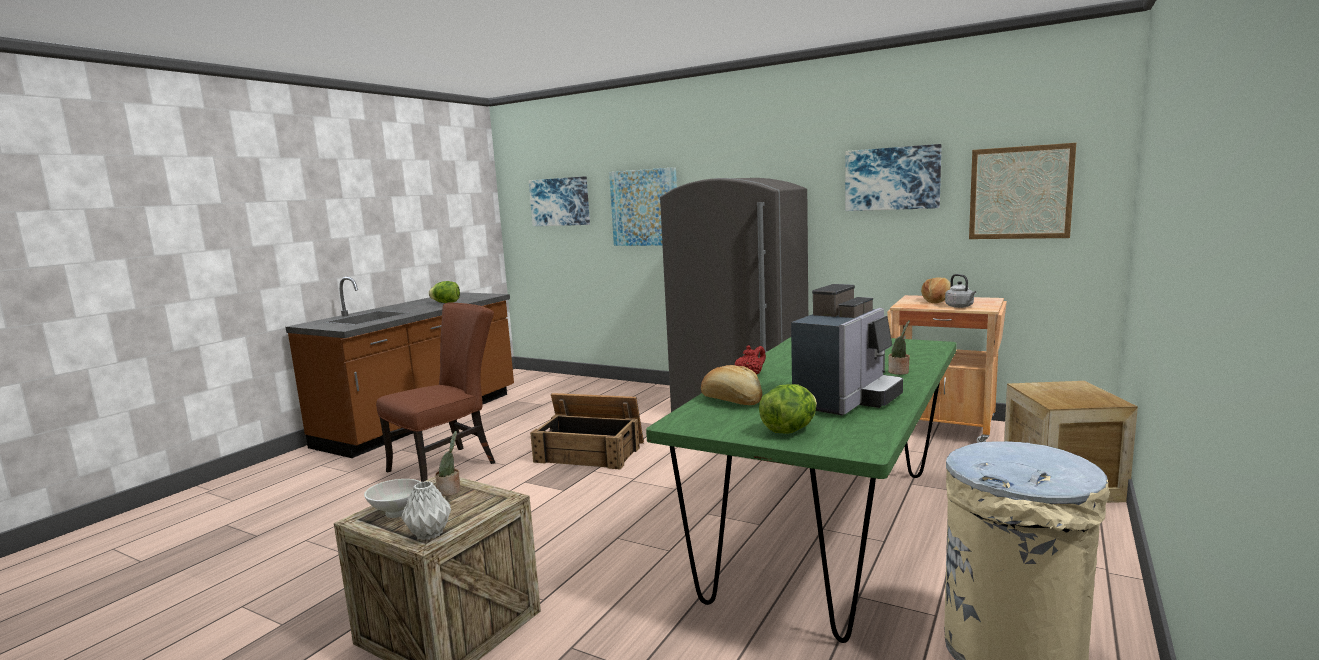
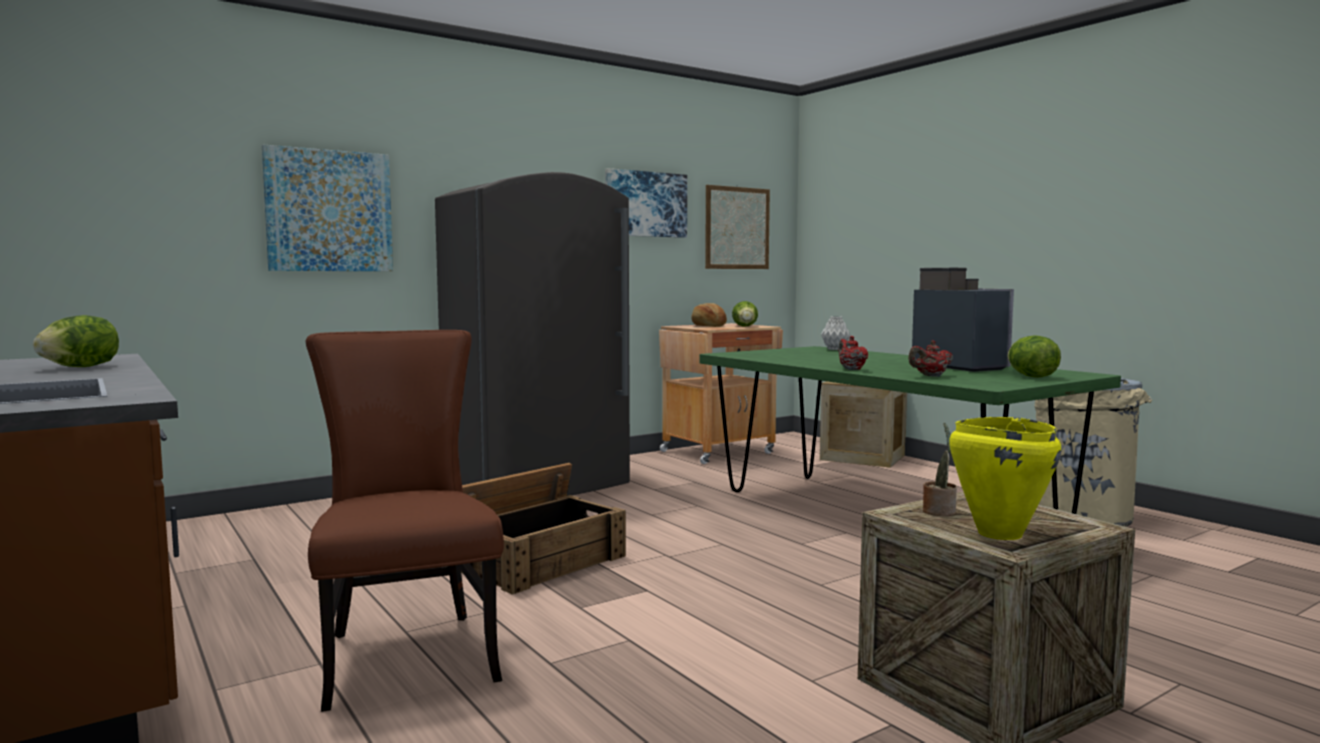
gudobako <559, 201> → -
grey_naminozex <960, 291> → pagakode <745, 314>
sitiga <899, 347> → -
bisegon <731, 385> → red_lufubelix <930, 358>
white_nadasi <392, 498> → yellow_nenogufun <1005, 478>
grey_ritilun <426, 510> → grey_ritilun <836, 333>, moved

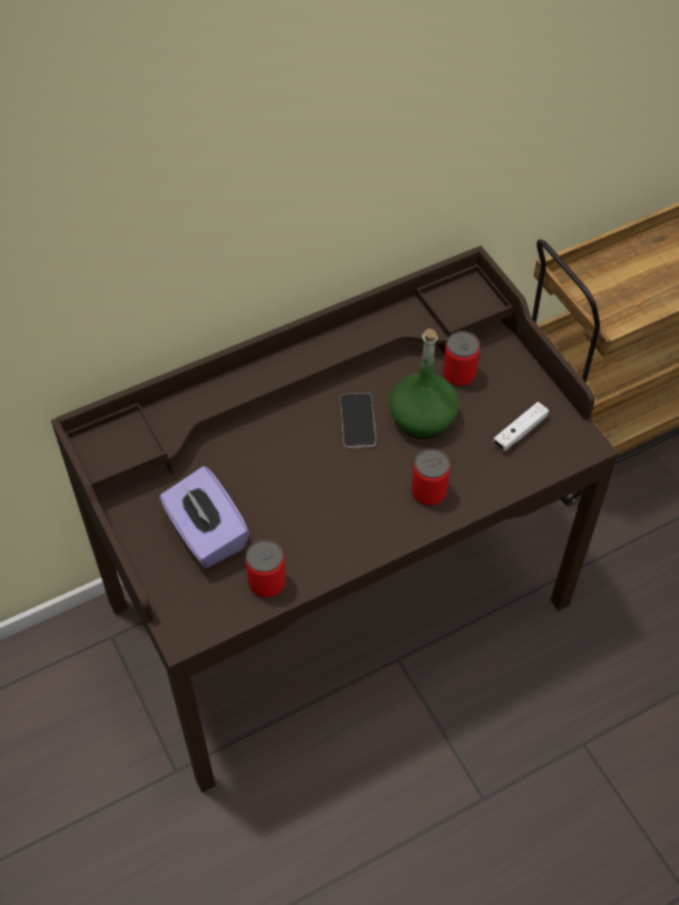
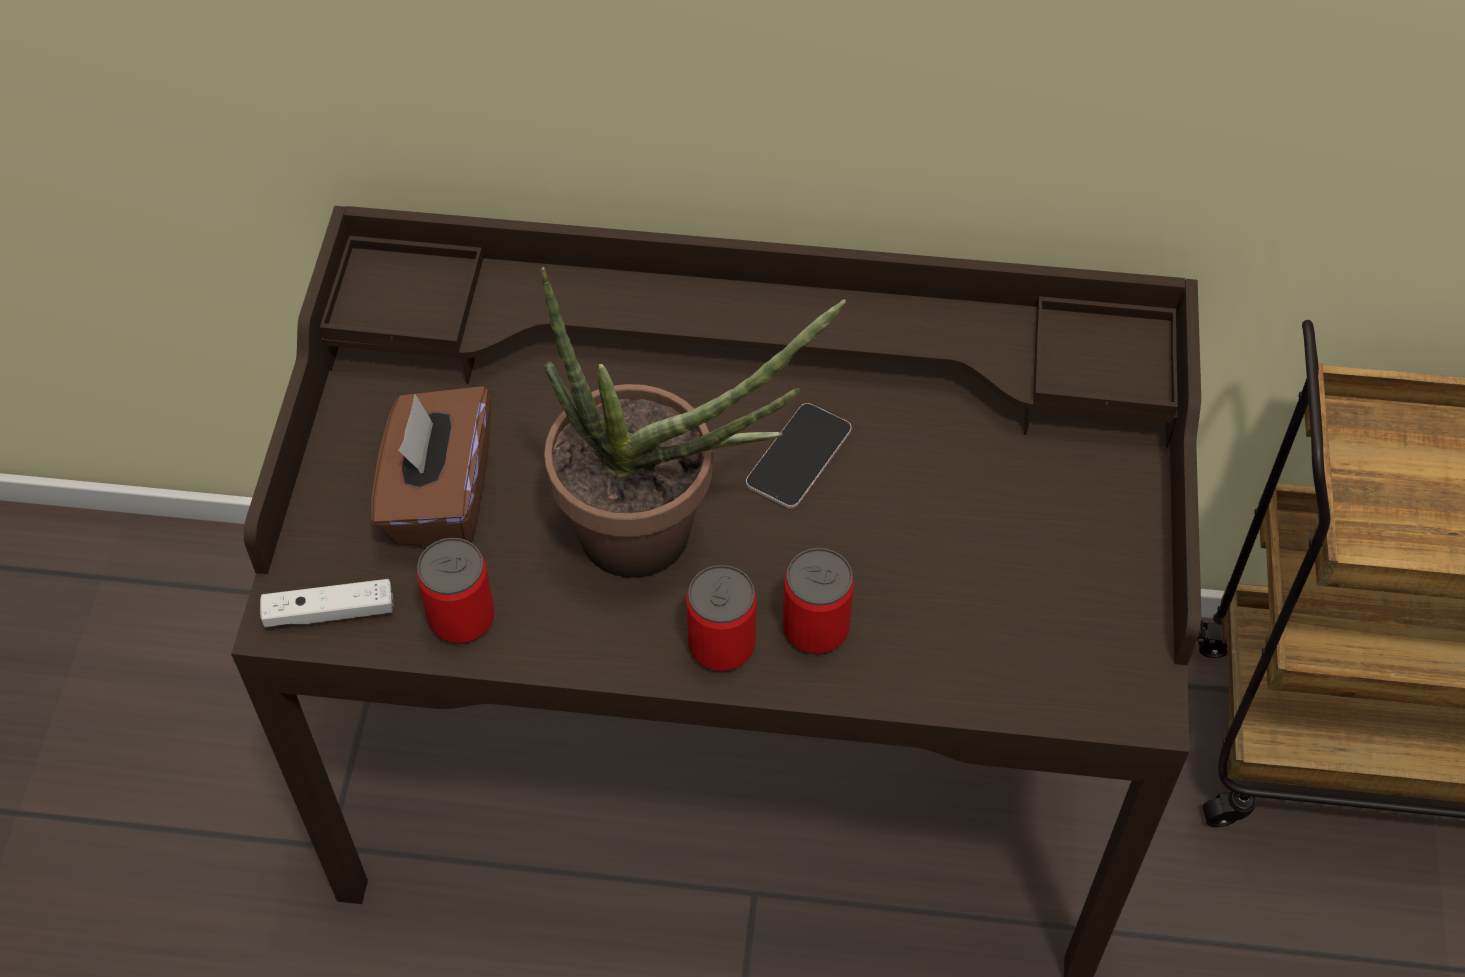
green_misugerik <424, 384> → -
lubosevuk <461, 359> → lubosevuk <721, 618>, moved
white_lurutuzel <521, 426> → white_lurutuzel <327, 603>, moved
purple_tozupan <204, 517> → brown_tozupan <431, 466>
- → sitiga <693, 422>

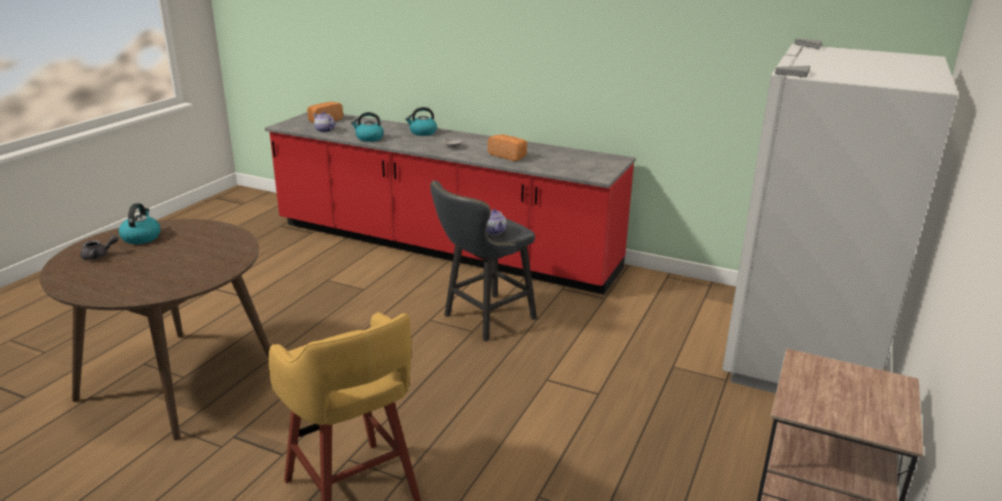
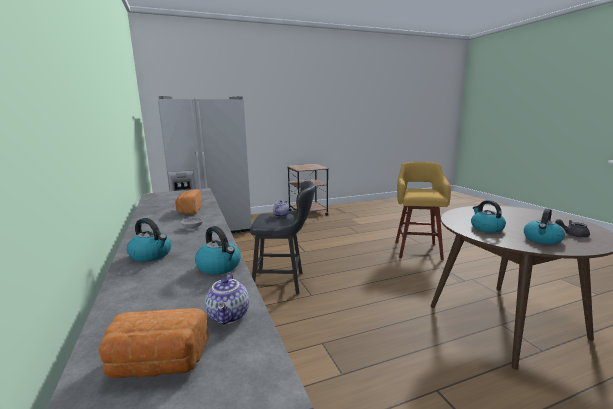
- → naminozex <488, 216>

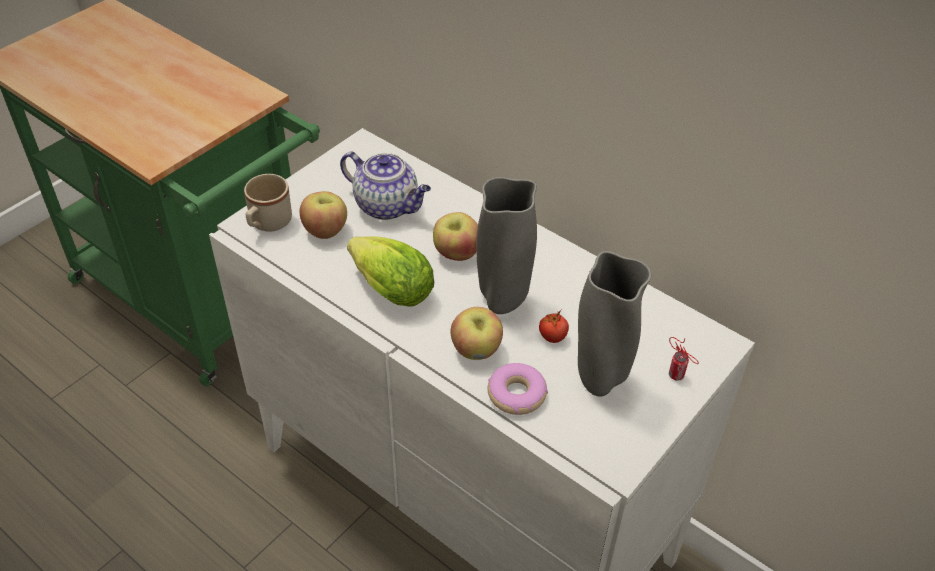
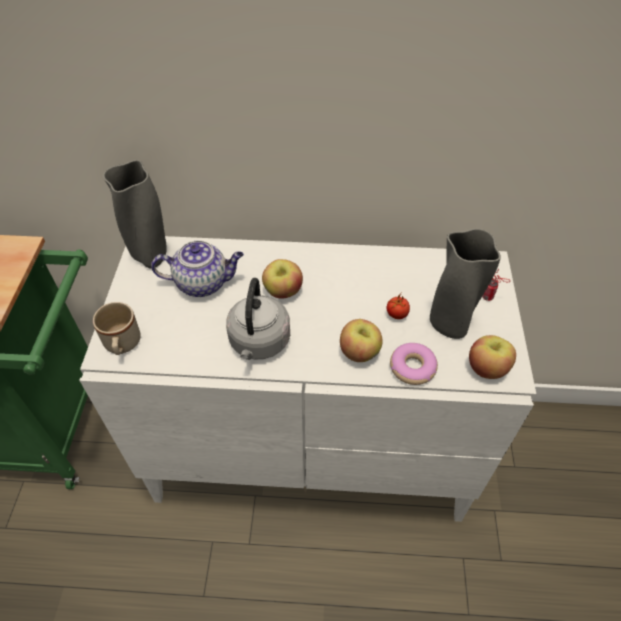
grey_ritilun <506, 245> → grey_ritilun <135, 214>, moved
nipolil <323, 215> → nipolil <492, 357>, moved
pagakode <390, 271> → grey_naminozex <258, 319>

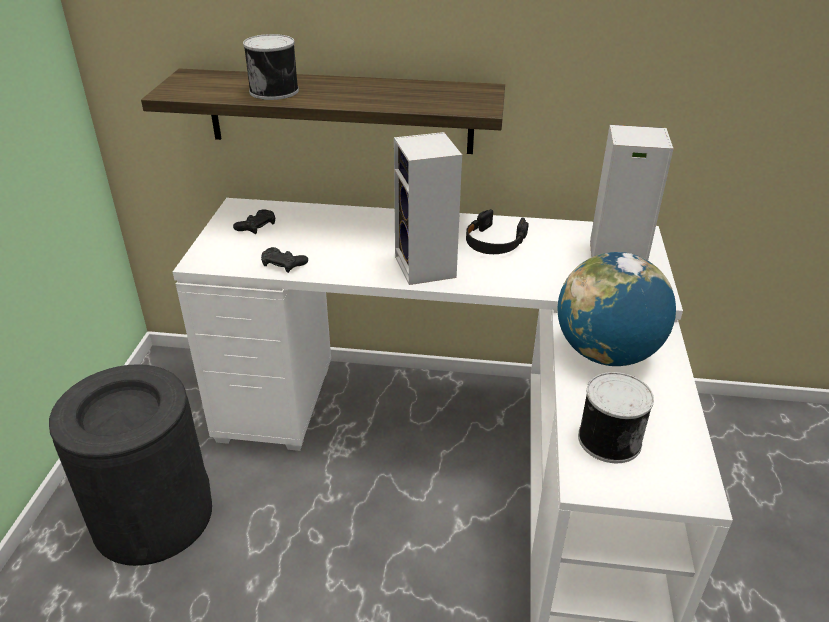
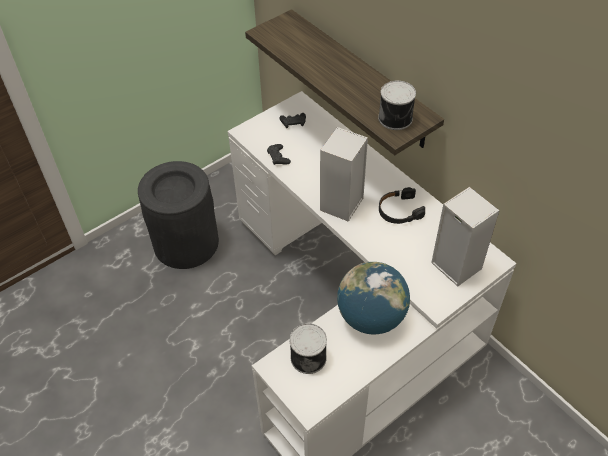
lubosevuk <271, 67> → lubosevuk <397, 105>, moved

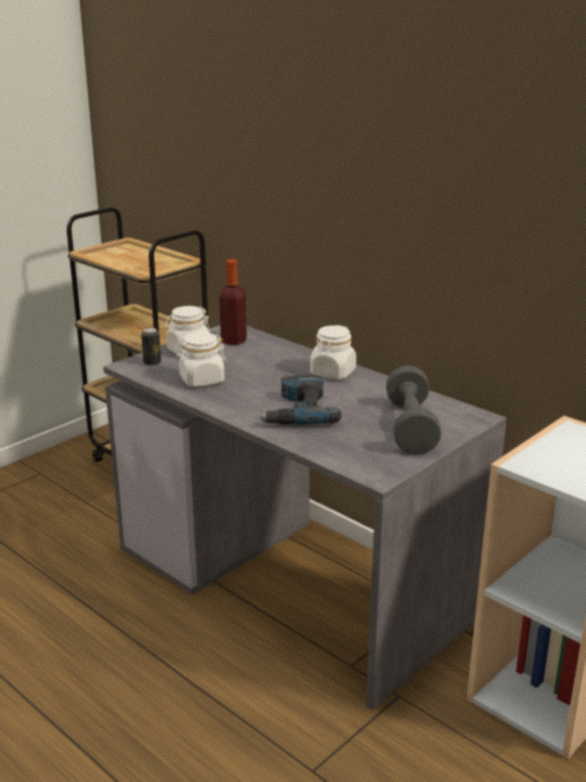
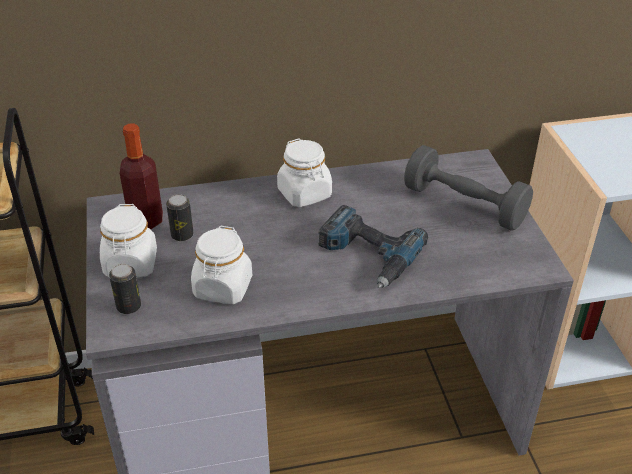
- → lubosevuk <180, 217>

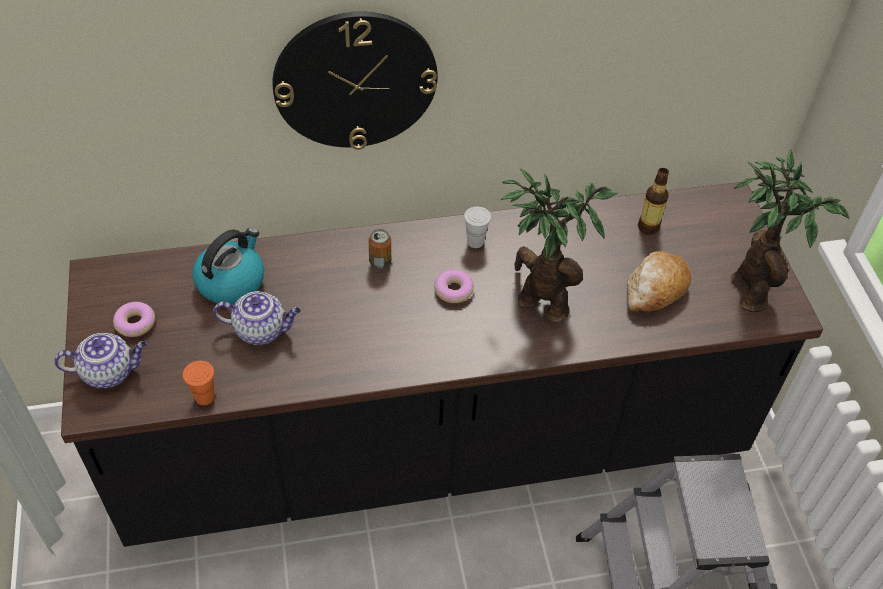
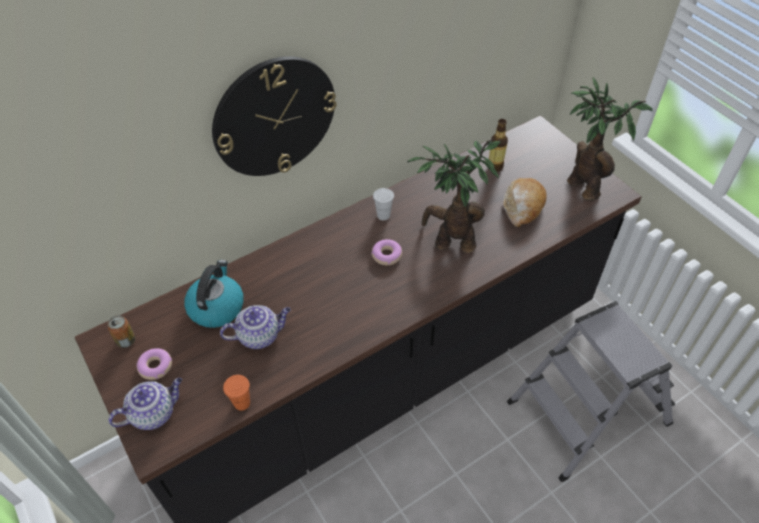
lubosevuk <380, 249> → lubosevuk <121, 331>, moved

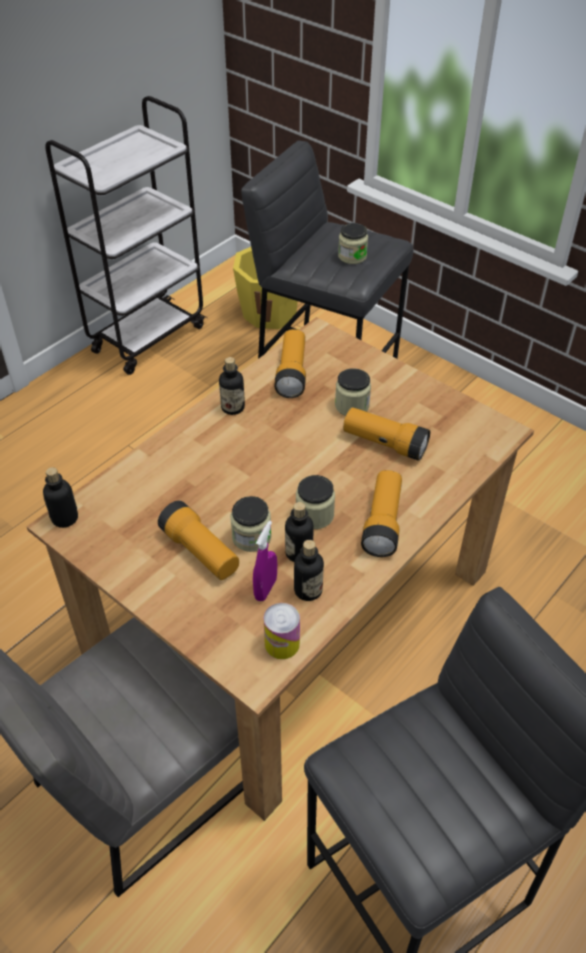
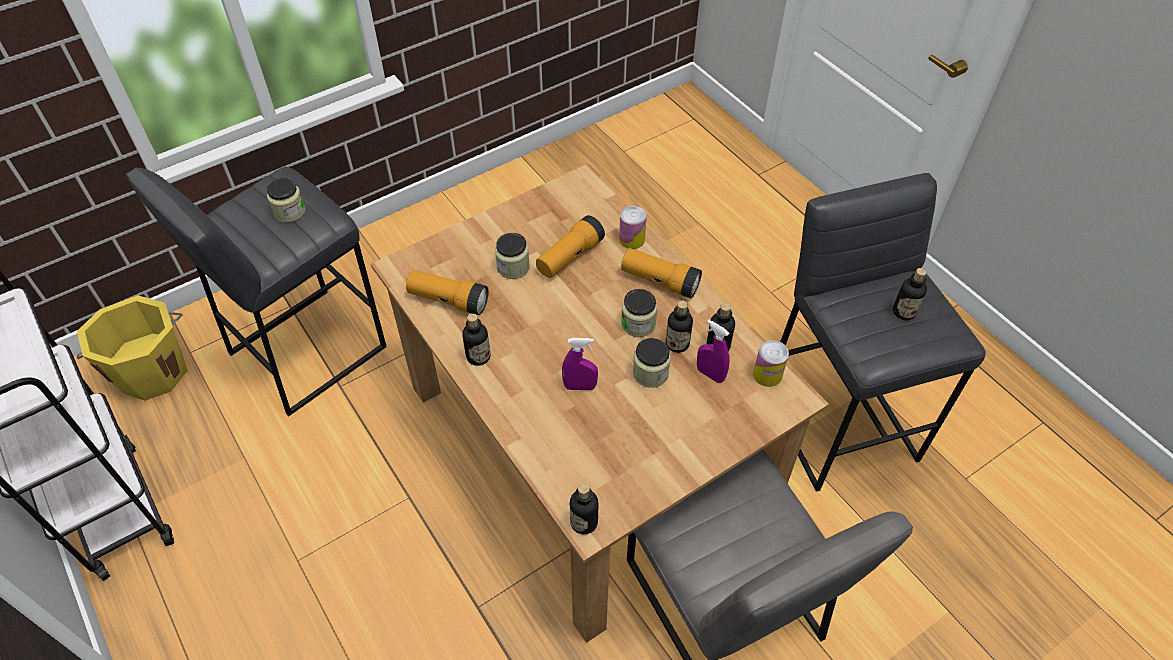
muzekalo <198, 540> → -
- → lubosevuk <633, 227>
- → misugerik <910, 294>
- → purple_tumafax <580, 364>

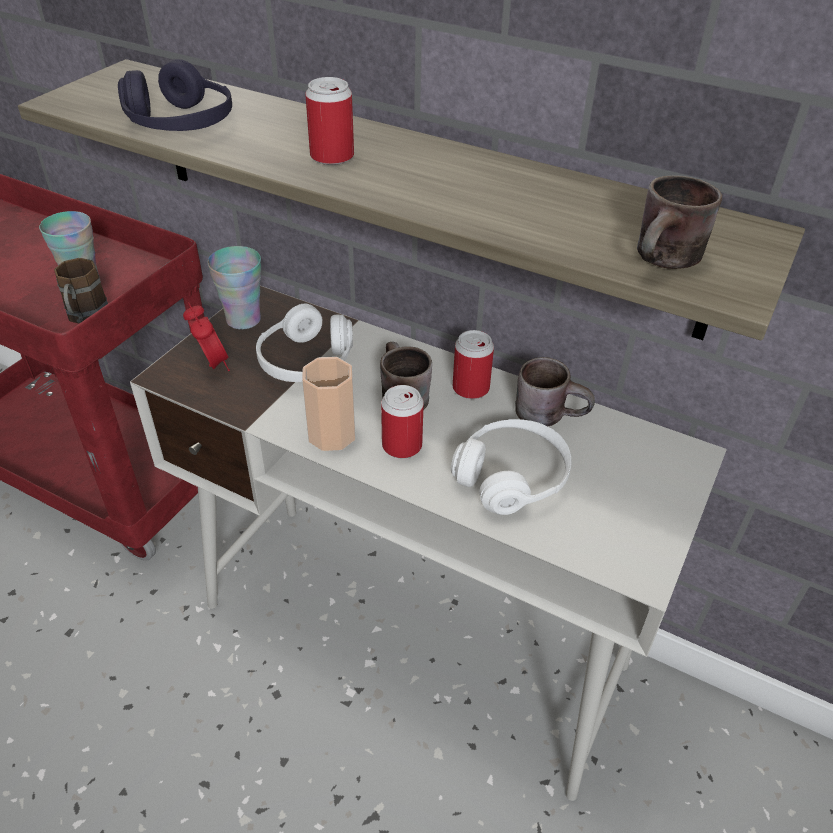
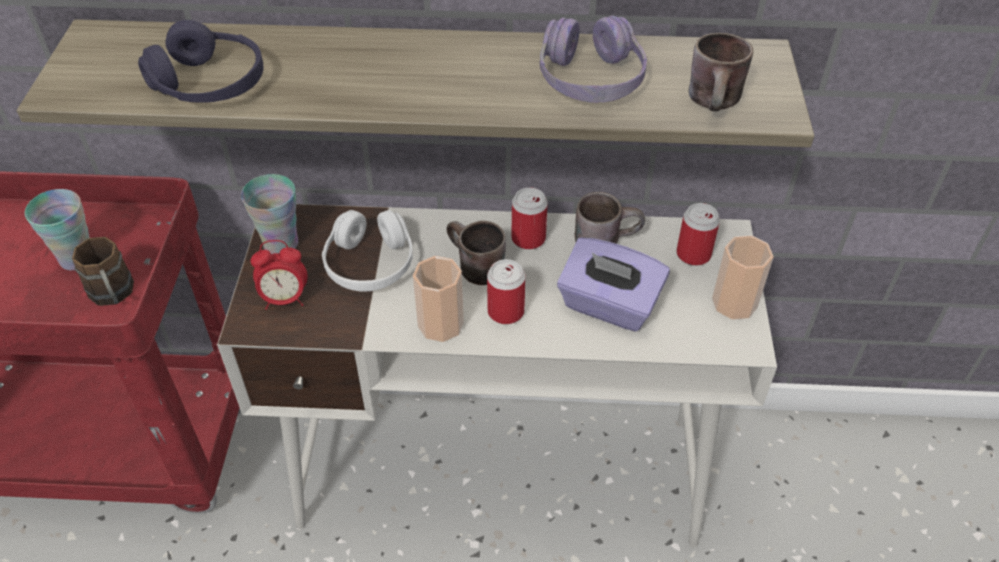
lubosevuk <329, 121> → lubosevuk <698, 234>, moved
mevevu <206, 336> → mevevu <279, 275>, 135 degrees clockwise
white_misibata <511, 467> → purple_tozupan <613, 285>
- → purple_misibata <593, 59>
- → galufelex <743, 277>

